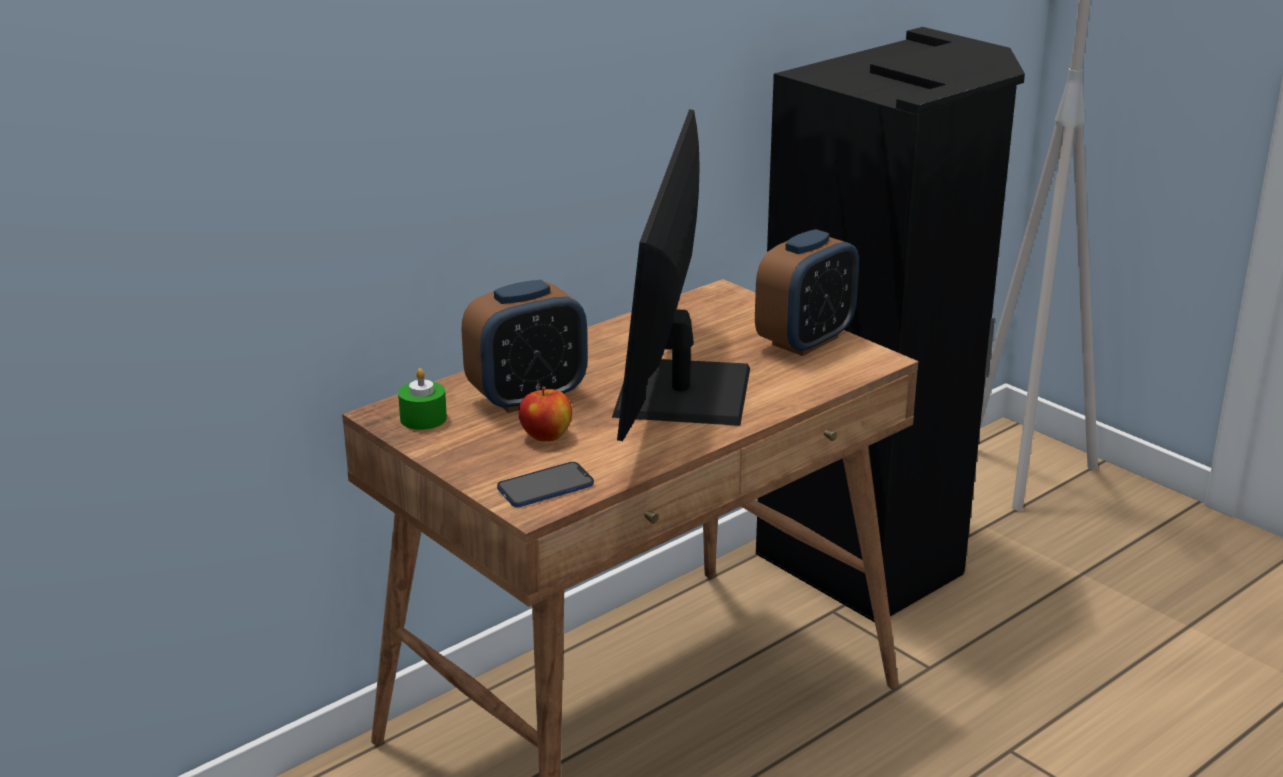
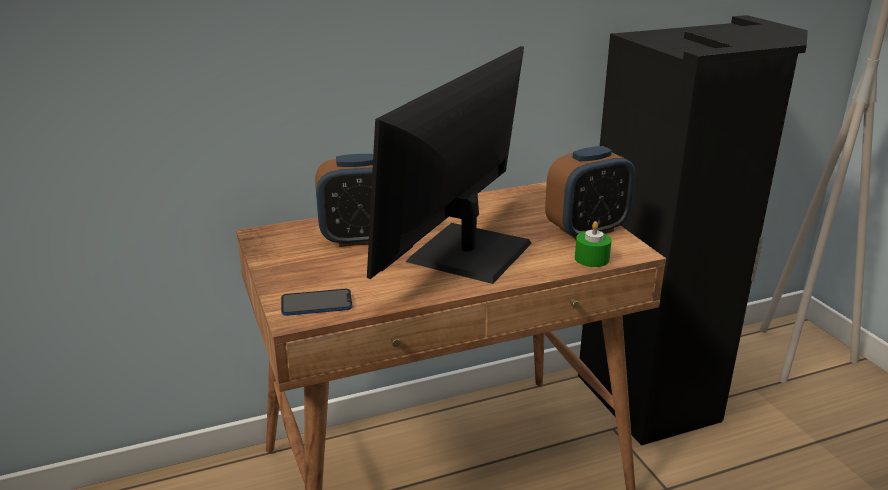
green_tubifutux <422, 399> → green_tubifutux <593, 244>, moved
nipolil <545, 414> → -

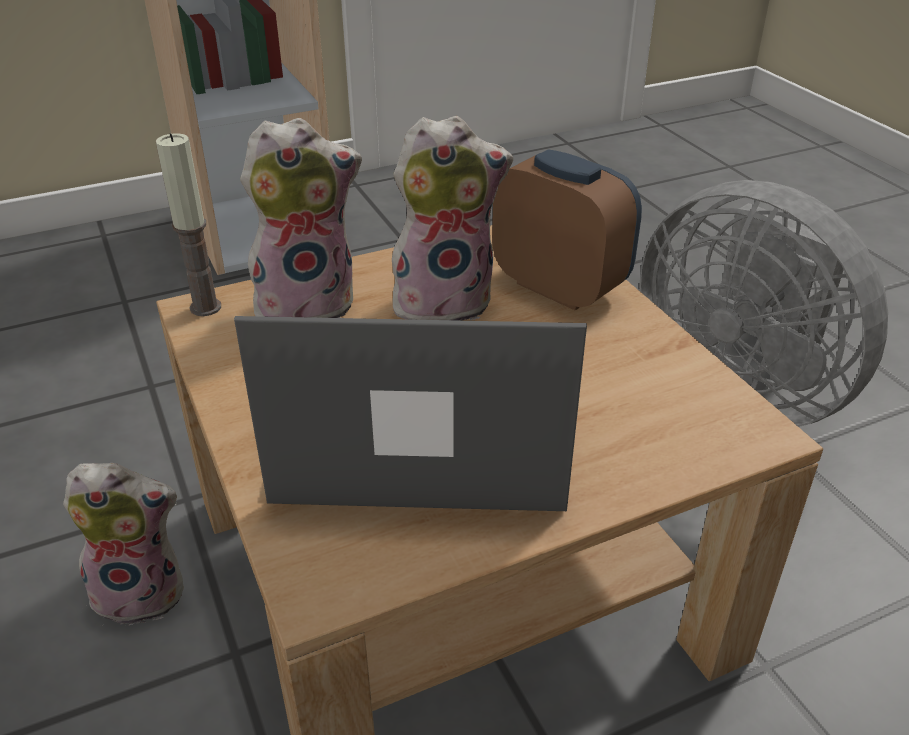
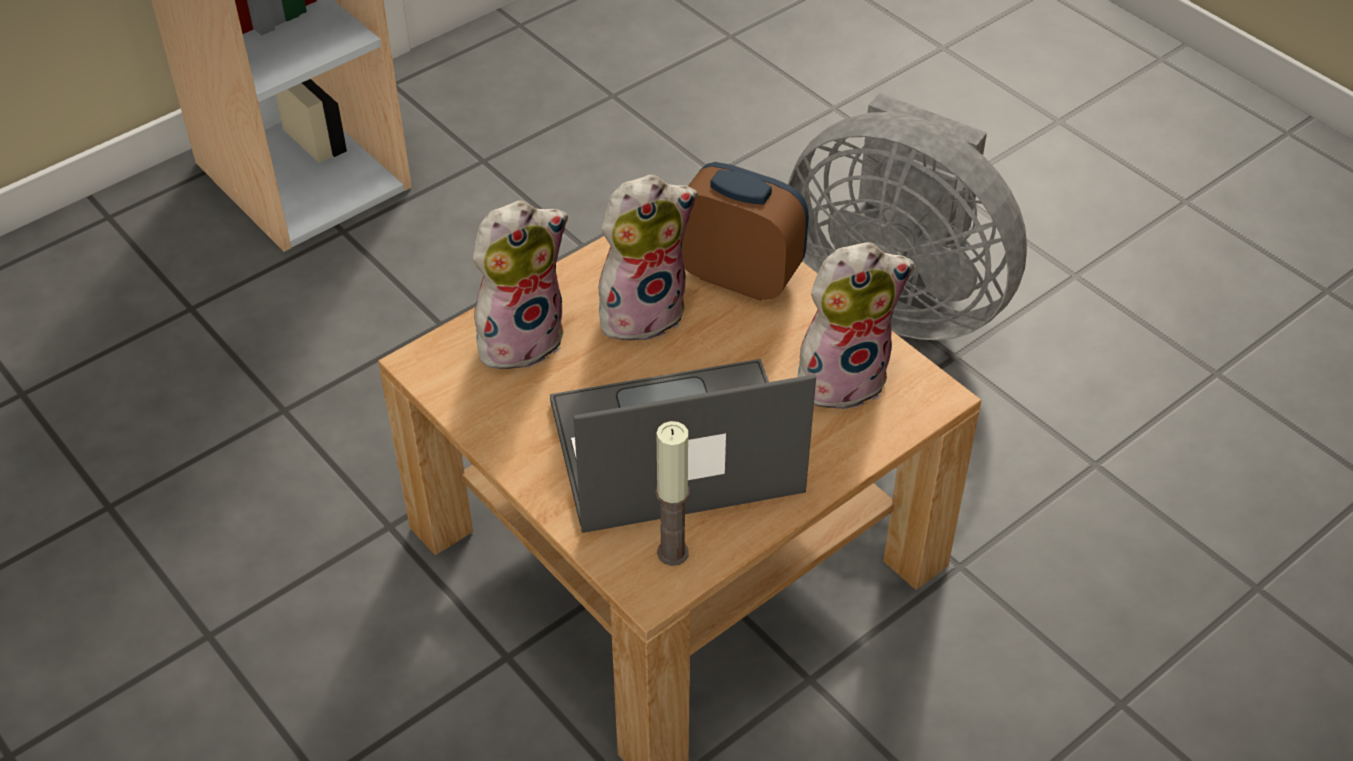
tubifutux <188, 224> → tubifutux <672, 493>, moved
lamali <123, 544> → lamali <856, 326>, moved

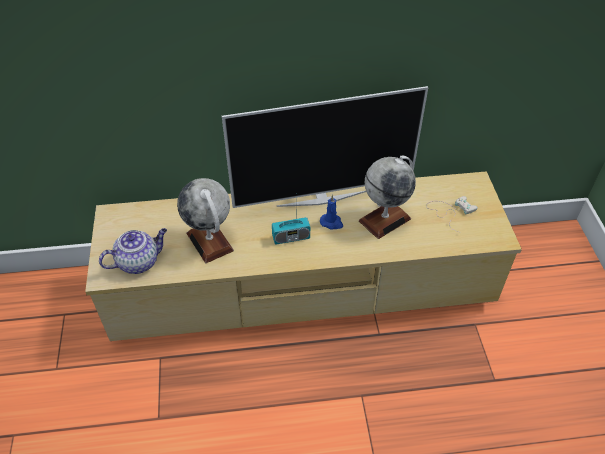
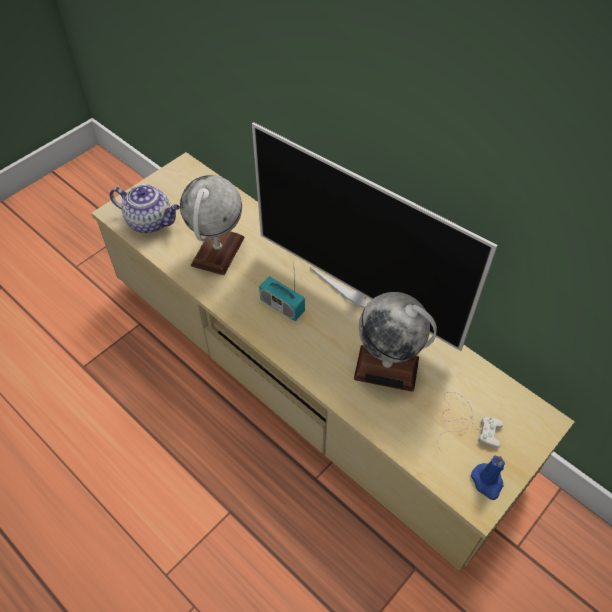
blue_tubifutux <331, 212> → blue_tubifutux <488, 478>, moved

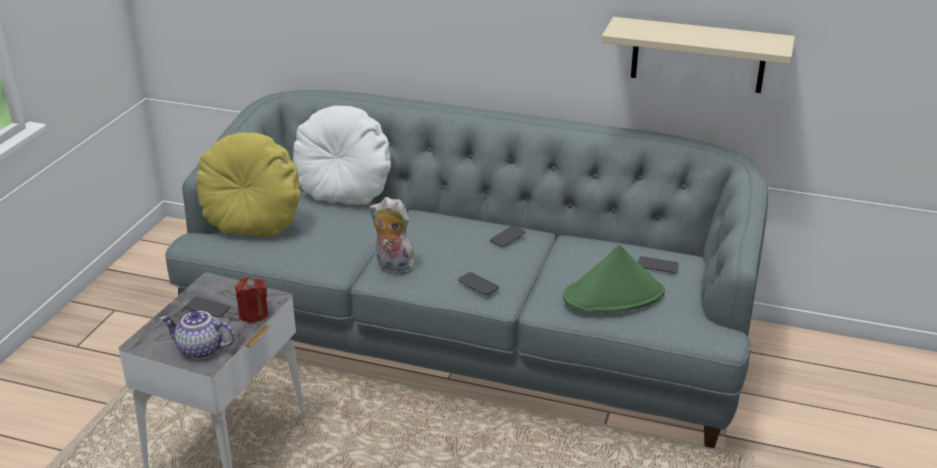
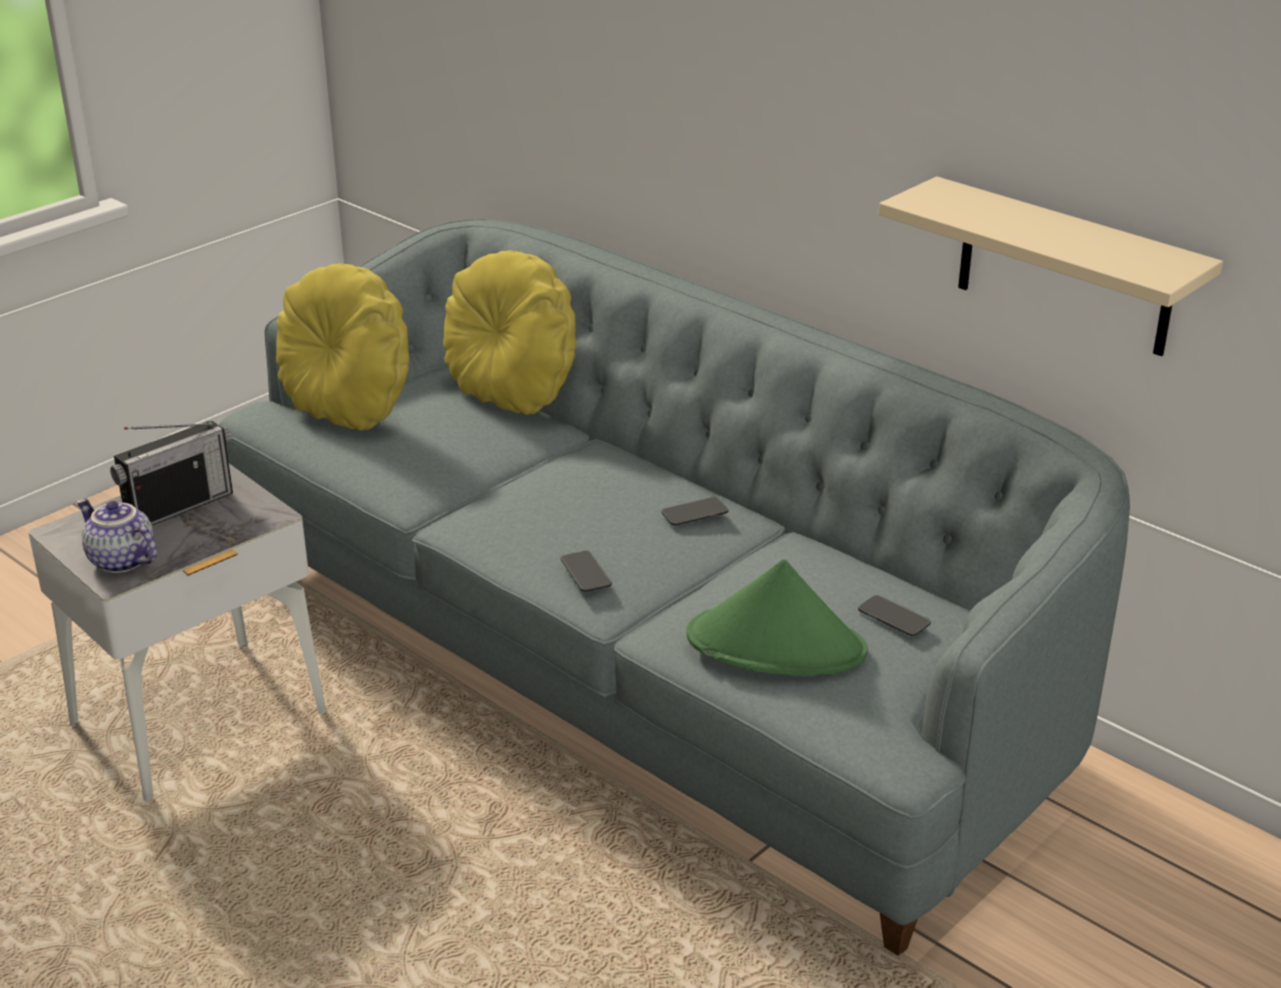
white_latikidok <342, 155> → yellow_latikidok <509, 332>
lamali <393, 235> → -
red_tubifutux <251, 300> → -
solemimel <208, 307> → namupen <171, 473>

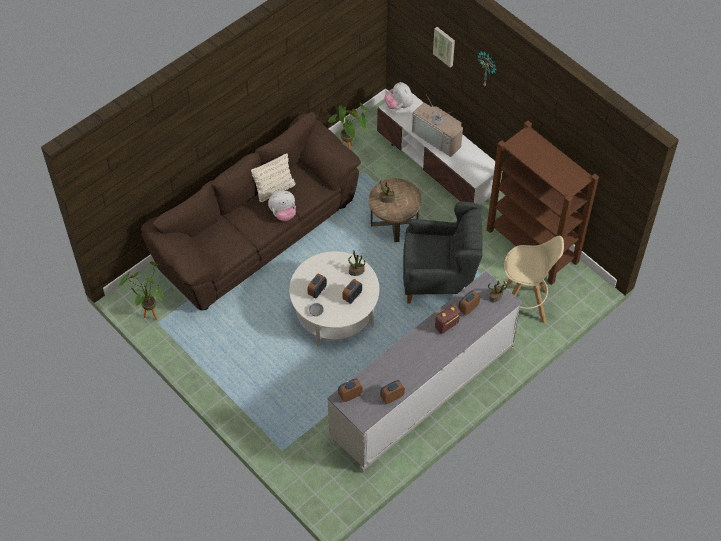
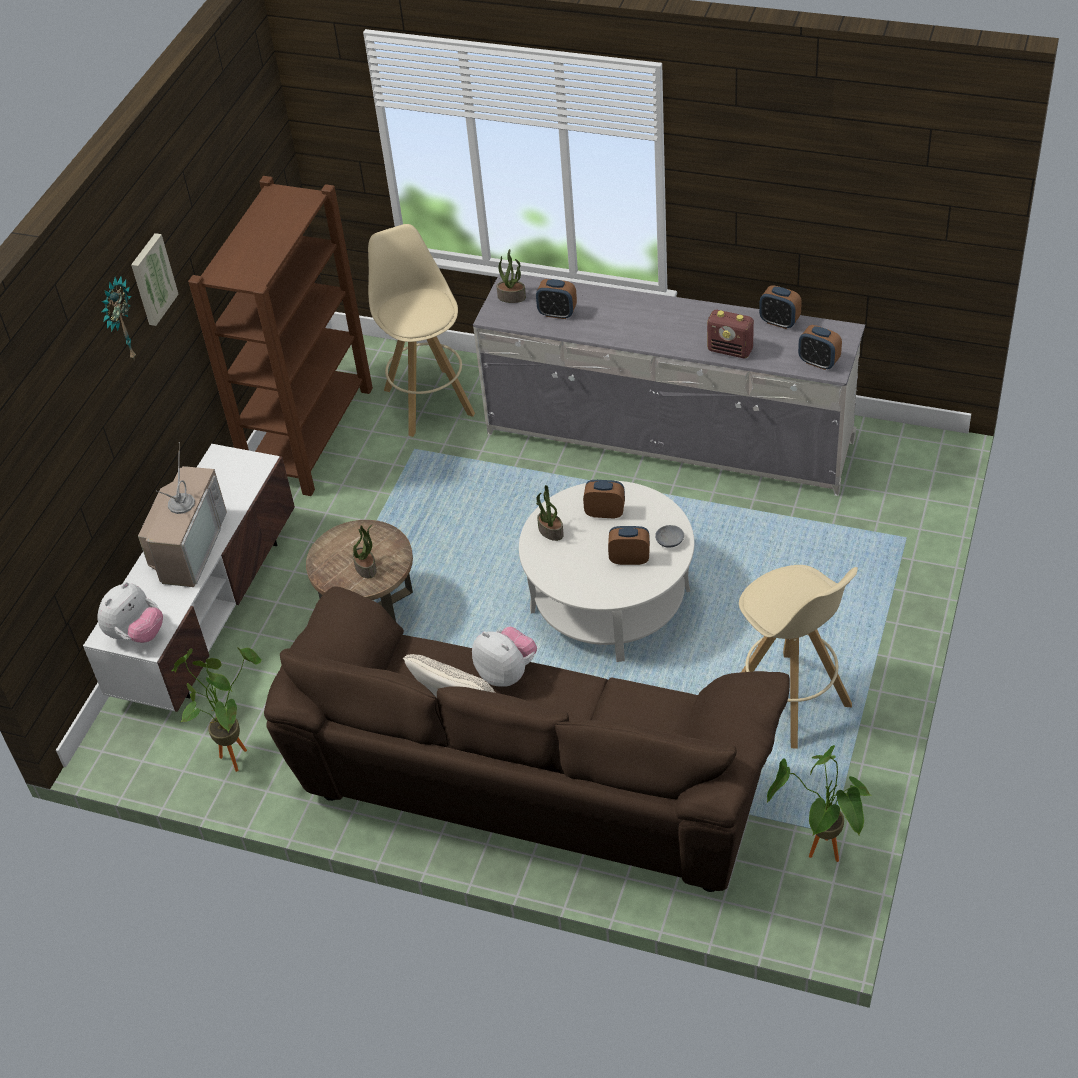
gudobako <444, 47> → gudobako <155, 279>, moved
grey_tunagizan <443, 252> → -
namupen <447, 319> → namupen <730, 334>, moved
- → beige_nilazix <798, 657>

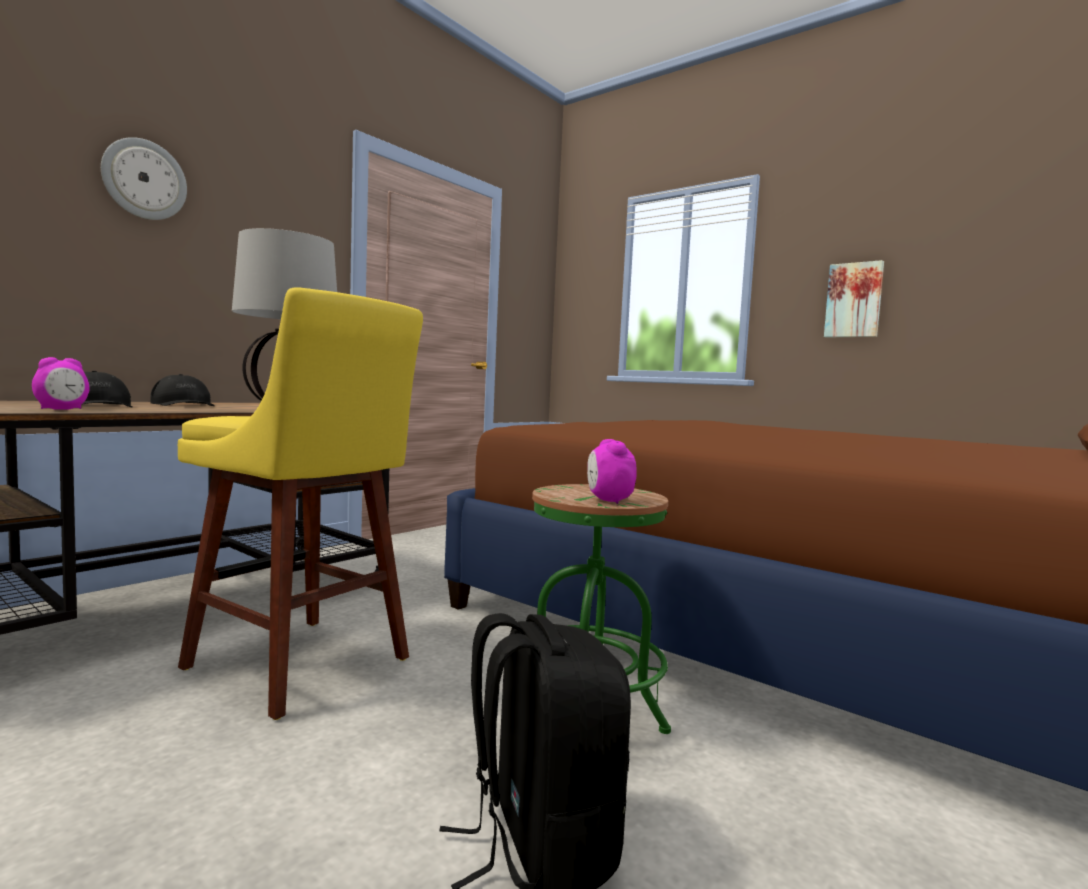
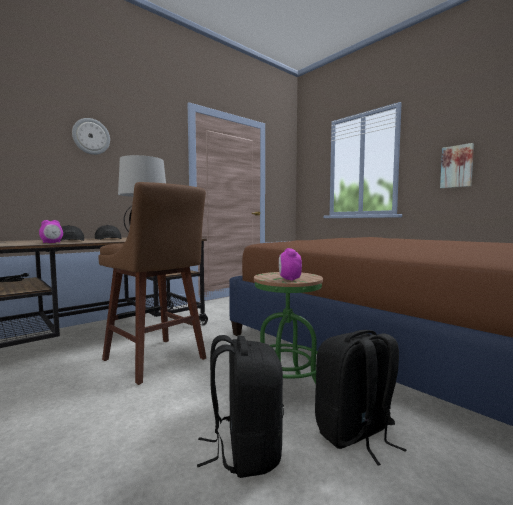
yellow_nilazix <300, 503> → brown_nilazix <152, 283>
- → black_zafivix <361, 397>

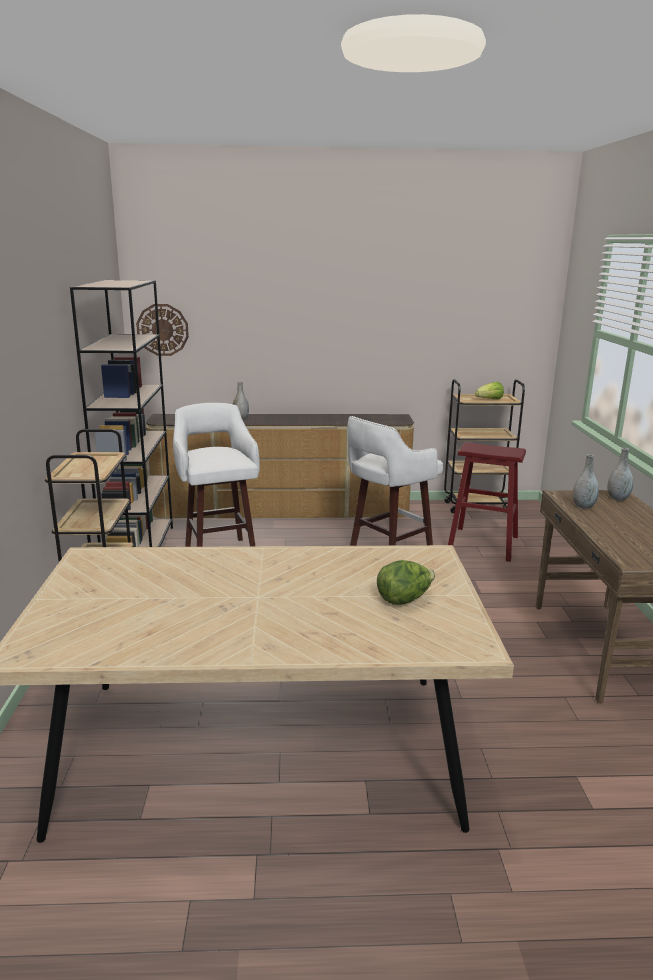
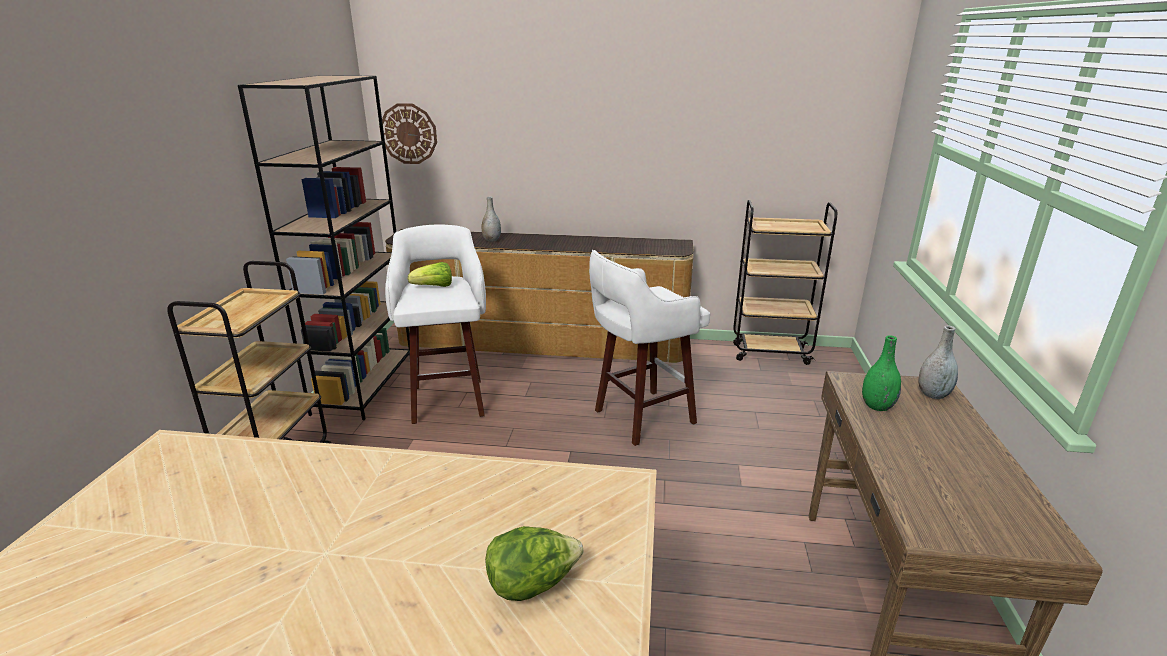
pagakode <489, 391> → pagakode <430, 274>, moved
red_nilazix <487, 502> → -
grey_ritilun <586, 481> → green_ritilun <881, 373>

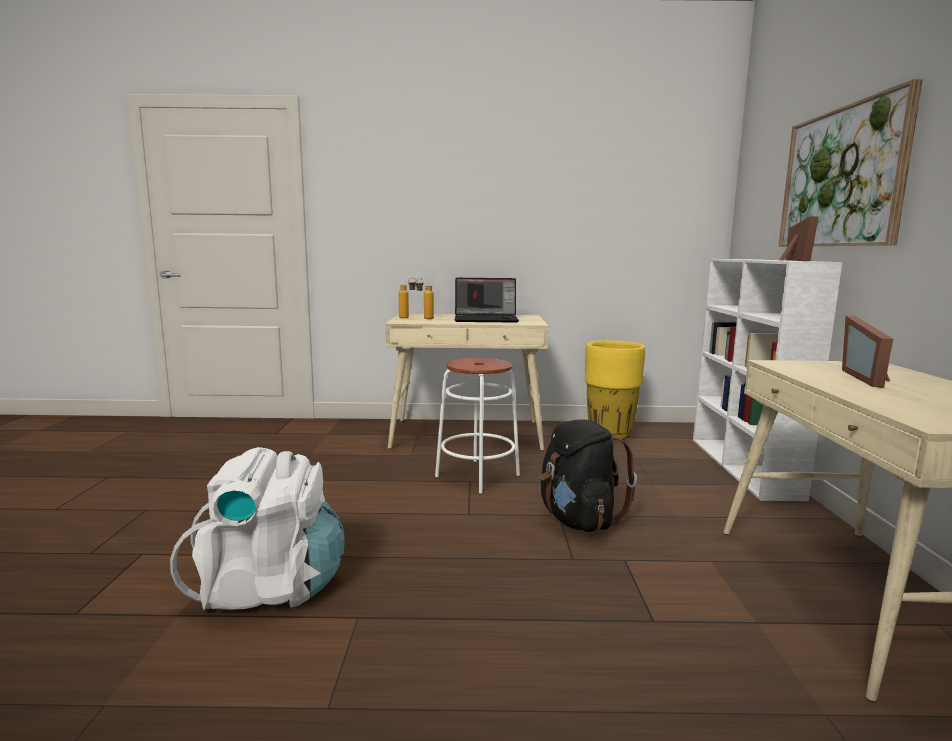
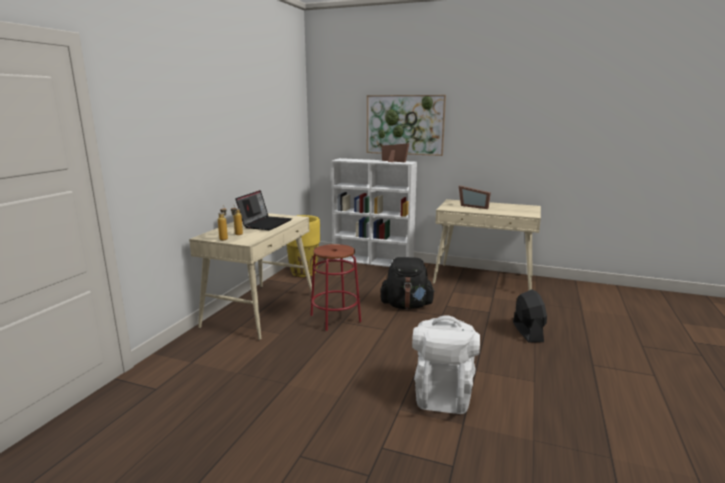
white_nilazix <477, 425> → red_nilazix <336, 287>
- → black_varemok <530, 316>

